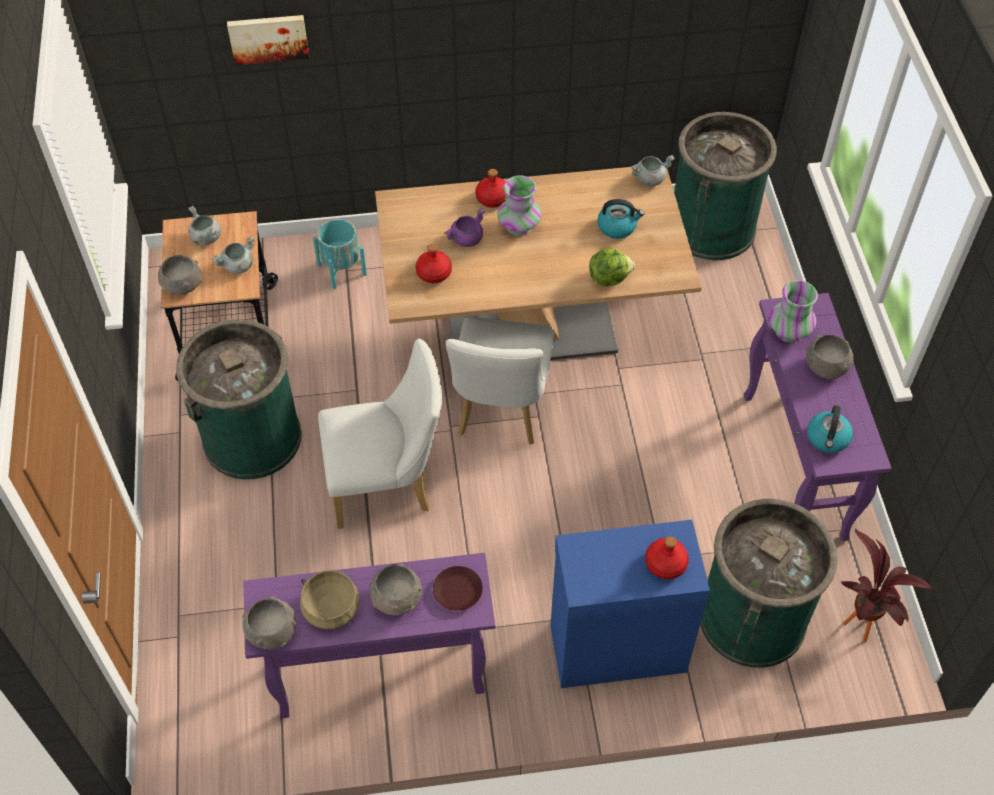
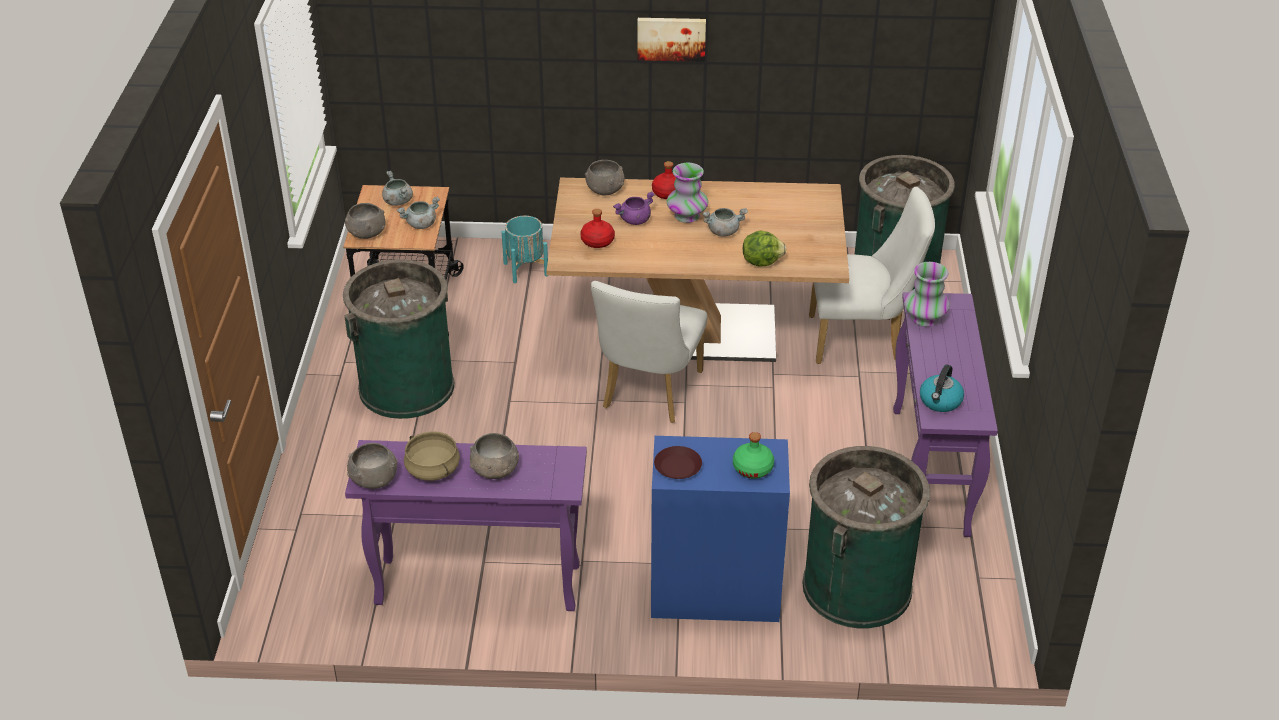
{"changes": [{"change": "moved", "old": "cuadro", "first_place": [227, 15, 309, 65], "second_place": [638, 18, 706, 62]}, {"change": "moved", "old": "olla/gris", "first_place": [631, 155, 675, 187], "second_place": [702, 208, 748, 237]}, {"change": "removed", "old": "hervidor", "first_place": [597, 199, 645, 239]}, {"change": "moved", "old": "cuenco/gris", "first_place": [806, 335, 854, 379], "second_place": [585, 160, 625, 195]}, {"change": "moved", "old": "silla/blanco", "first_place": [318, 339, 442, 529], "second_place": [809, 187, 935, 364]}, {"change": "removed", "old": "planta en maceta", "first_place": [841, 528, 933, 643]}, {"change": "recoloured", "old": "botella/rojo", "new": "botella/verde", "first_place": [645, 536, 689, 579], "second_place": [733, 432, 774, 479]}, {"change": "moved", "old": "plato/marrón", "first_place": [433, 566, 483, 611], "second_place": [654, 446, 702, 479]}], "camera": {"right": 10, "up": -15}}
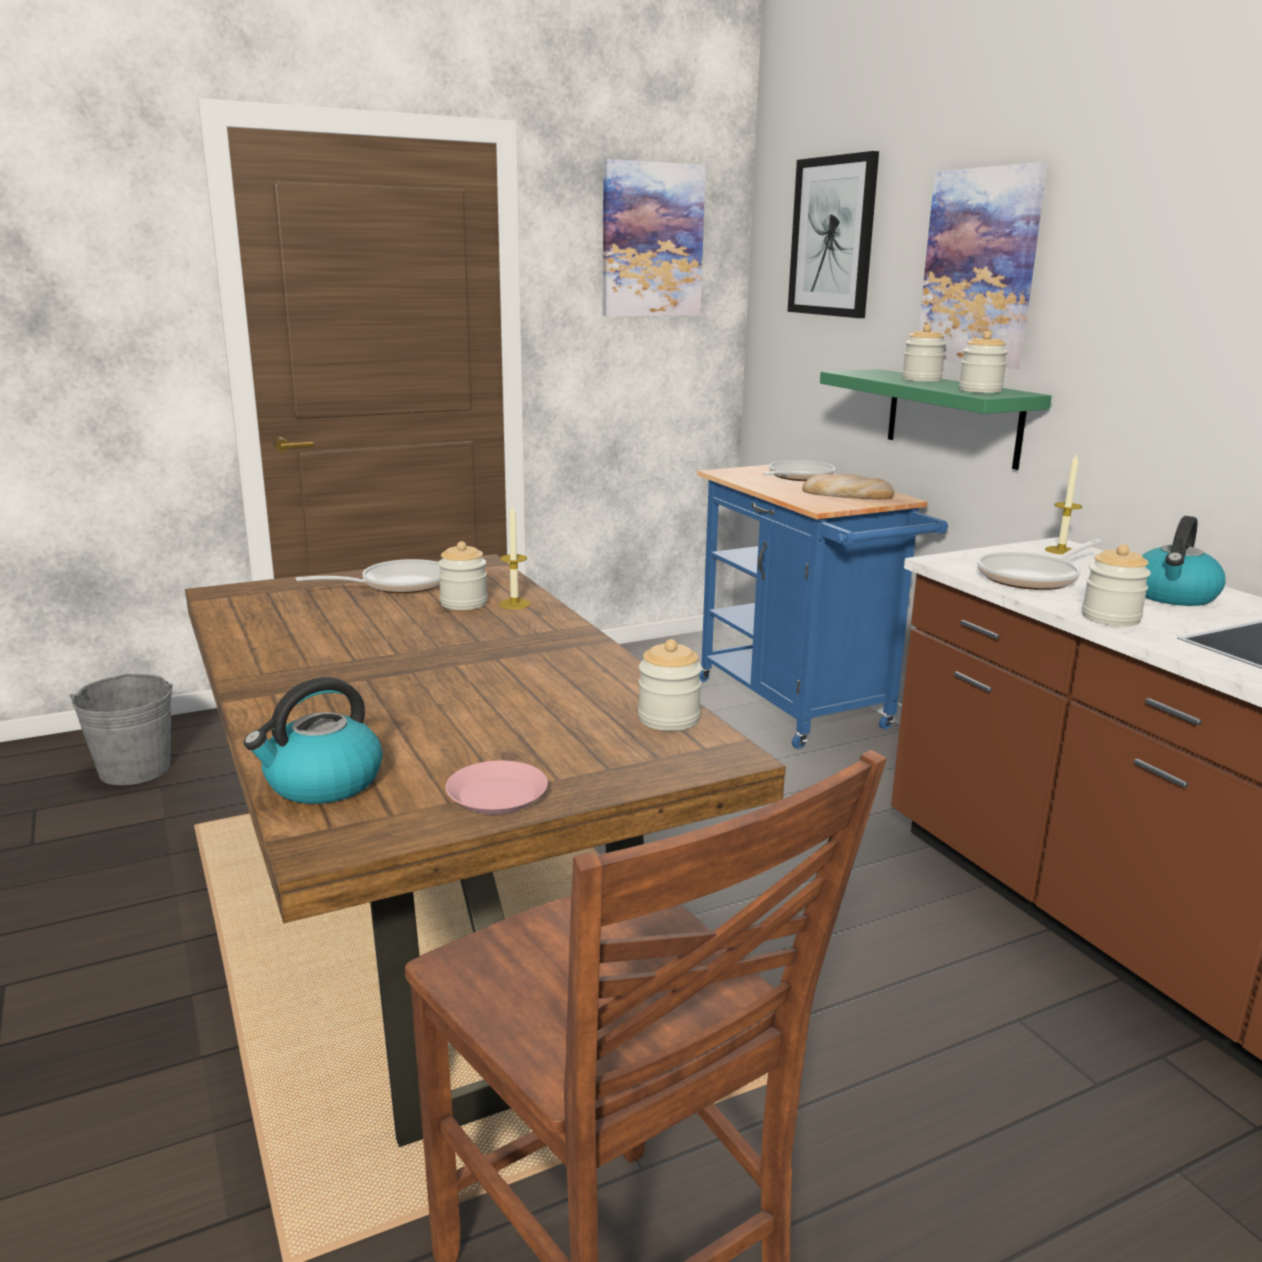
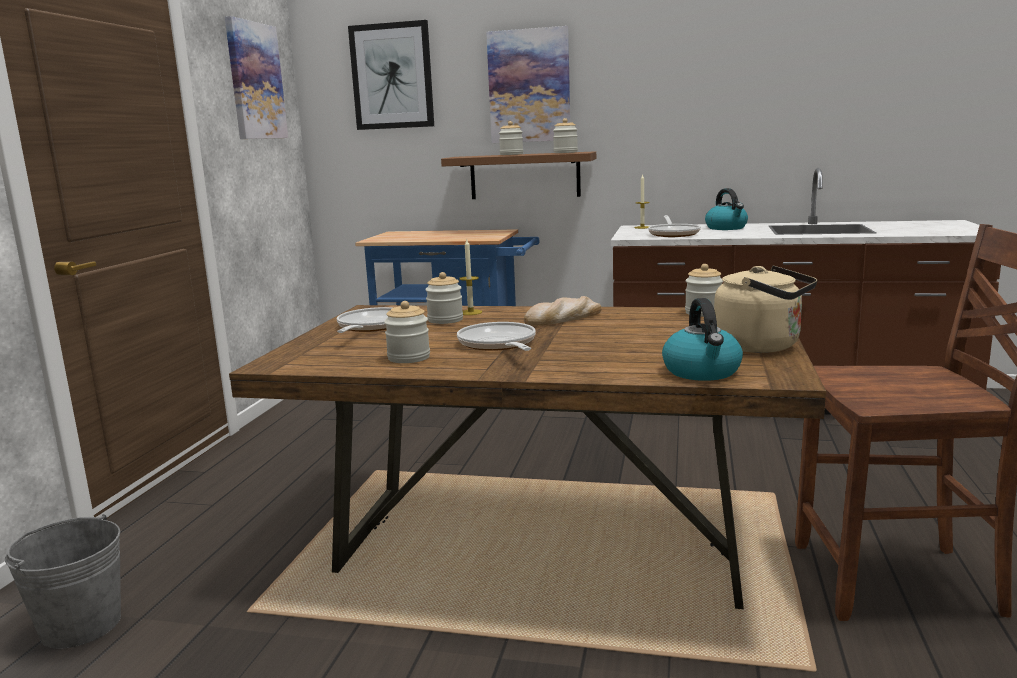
{"changes": [{"change": "recoloured", "old": "estante/verde", "new": "estante/marrón", "first_place": [820, 369, 1052, 470], "second_place": [441, 151, 596, 199]}, {"change": "moved", "old": "sartén", "first_place": [763, 460, 835, 481], "second_place": [457, 322, 536, 351]}, {"change": "moved", "old": "pan", "first_place": [802, 474, 894, 500], "second_place": [524, 296, 602, 326]}, {"change": "moved", "old": "tarro", "first_place": [1082, 544, 1151, 626], "second_place": [384, 301, 430, 363]}, {"change": "replaced", "old": "plato/rosa", "new": "hervidor/beis", "first_place": [446, 761, 548, 814], "second_place": [714, 266, 817, 353]}], "camera": {"right": -50, "up": -5}}
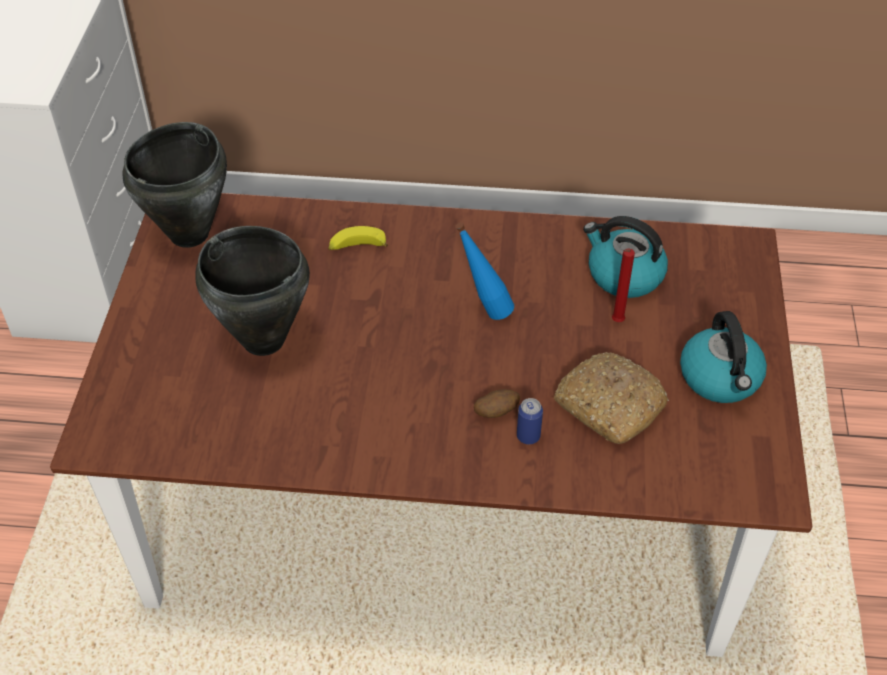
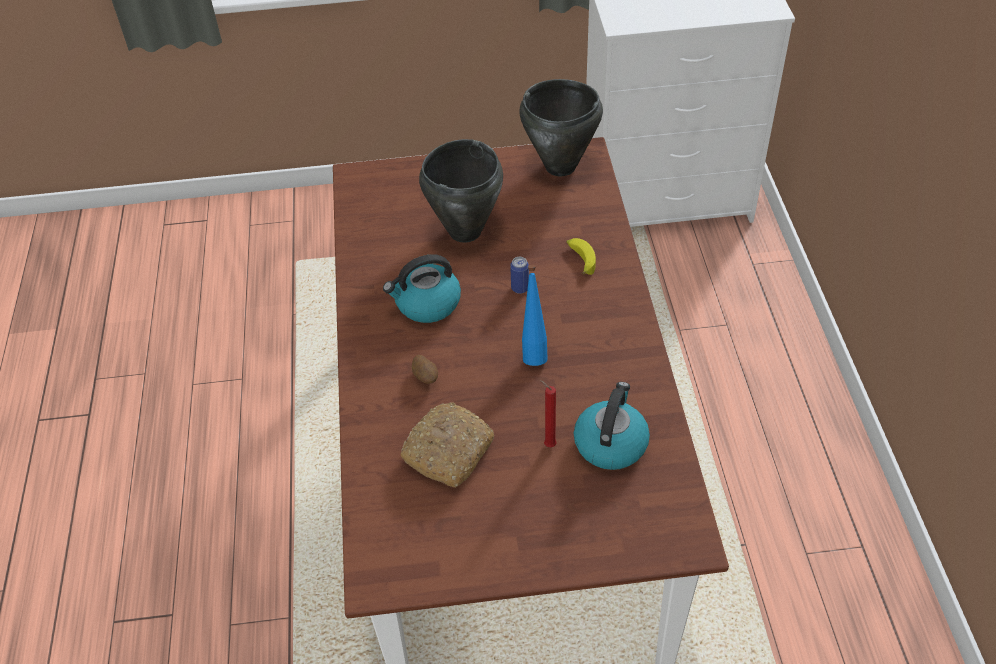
{"changes": [{"change": "moved", "old": "hervidor", "first_place": [680, 311, 767, 403], "second_place": [383, 254, 461, 323]}, {"change": "moved", "old": "lata", "first_place": [517, 398, 543, 445], "second_place": [510, 257, 529, 294]}], "camera": {"right": 80, "up": 0}}
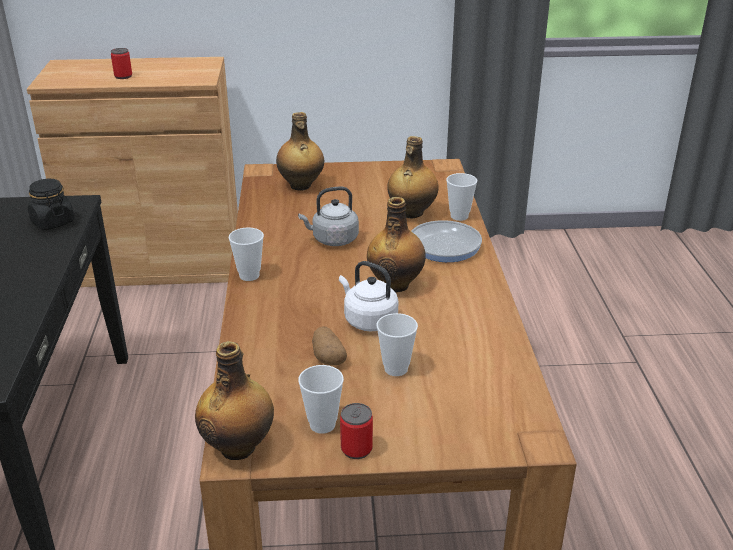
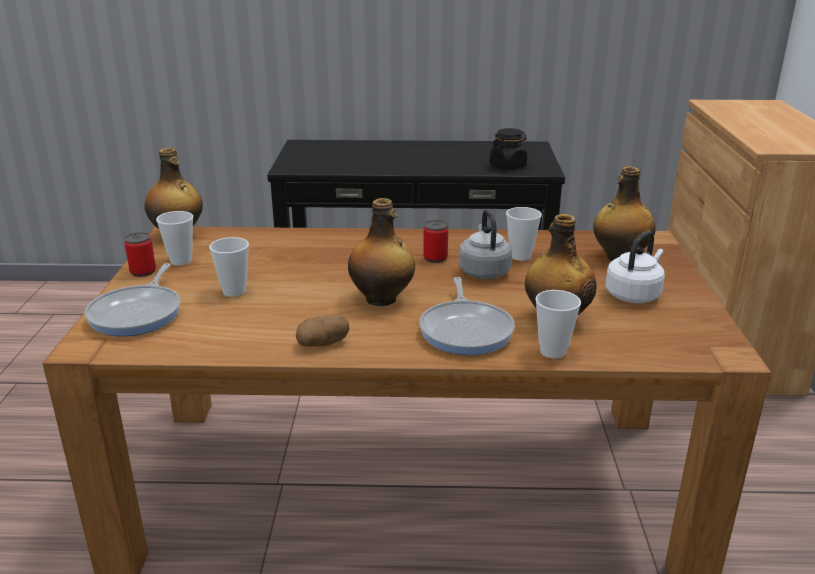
{"changes": [{"change": "moved", "old": "lata", "first_place": [111, 48, 132, 79], "second_place": [423, 220, 448, 263]}, {"change": "moved", "old": "taza", "first_place": [229, 227, 264, 281], "second_place": [506, 207, 542, 261]}, {"change": "moved", "old": "hervidor/blanco", "first_place": [339, 261, 398, 331], "second_place": [605, 231, 665, 303]}, {"change": "moved", "old": "patata", "first_place": [312, 326, 347, 365], "second_place": [296, 314, 350, 346]}, {"change": "added", "new": "sartén", "second_place": [85, 263, 181, 336]}], "camera": {"right": 95, "up": -5}}
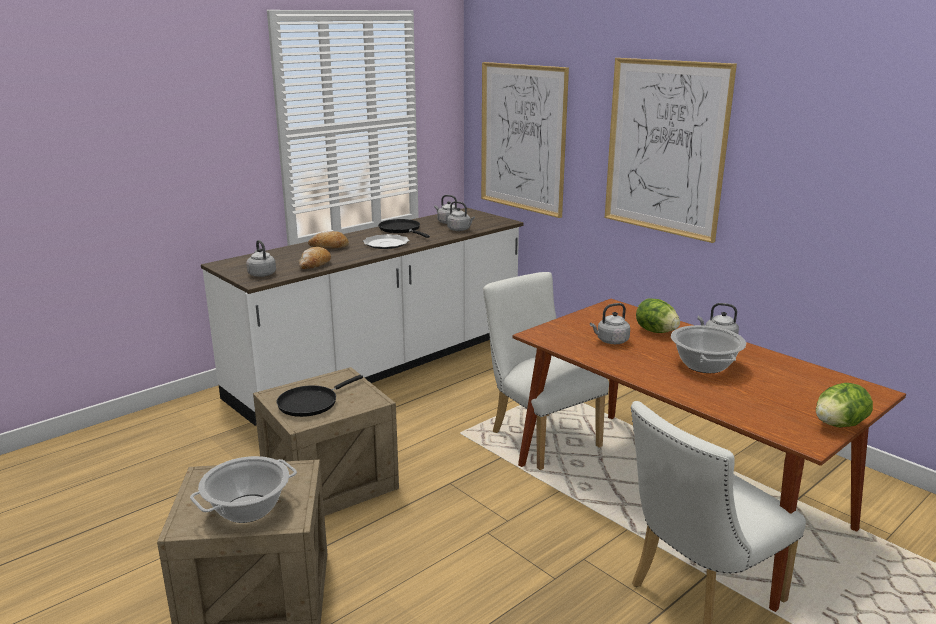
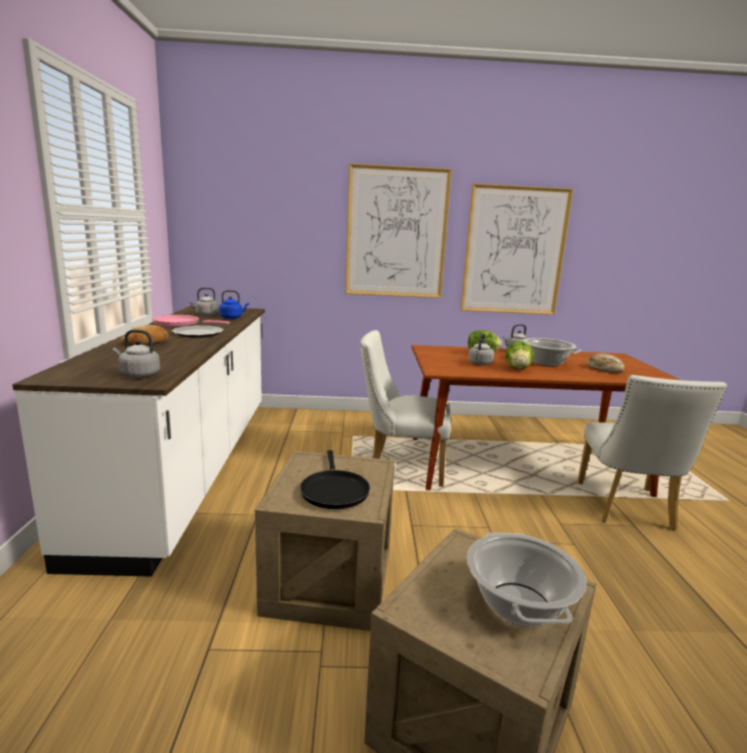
{"changes": [{"change": "moved", "old": "cuadro", "first_place": [481, 62, 569, 218], "second_place": [460, 184, 573, 315]}, {"change": "recoloured", "old": "hervidor/gris", "new": "hervidor/azul", "first_place": [447, 201, 475, 231], "second_place": [219, 290, 249, 319]}, {"change": "recoloured", "old": "sartén/negro", "new": "sartén/rosa", "first_place": [378, 219, 430, 238], "second_place": [152, 315, 230, 327]}, {"change": "moved", "old": "pan", "first_place": [299, 247, 331, 269], "second_place": [586, 353, 625, 373]}, {"change": "moved", "old": "lechuga", "first_place": [816, 383, 873, 427], "second_place": [505, 341, 534, 369]}], "camera": {"right": -50, "up": -5}}
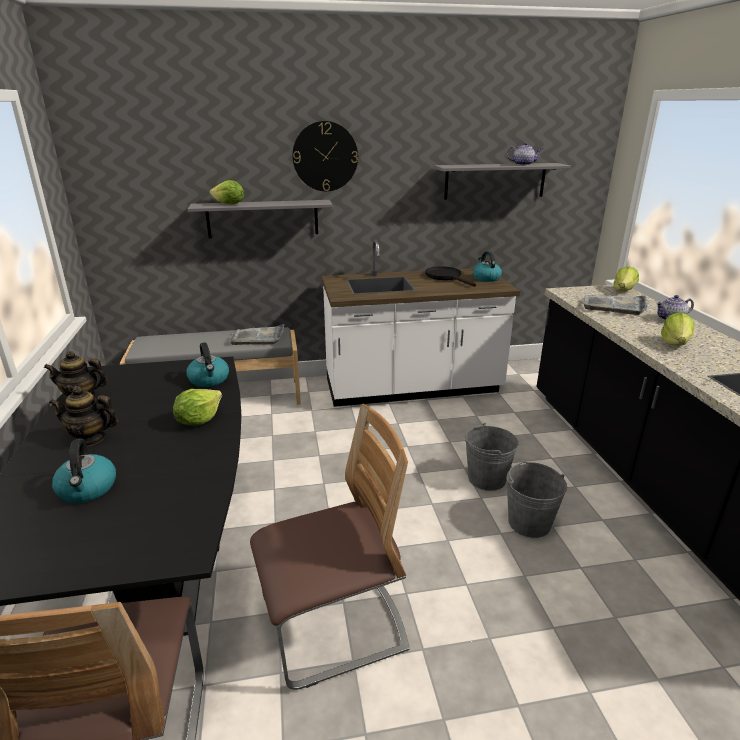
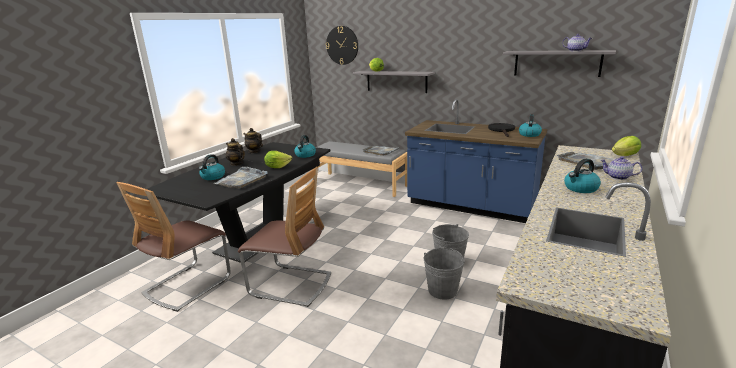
{"changes": [{"change": "moved", "old": "reloj de pared", "first_place": [292, 121, 358, 191], "second_place": [326, 26, 358, 65]}, {"change": "recoloured", "old": "mueble bajo de cocina/blanco", "new": "mueble bajo de cocina/azul", "first_place": [322, 240, 520, 407], "second_place": [405, 99, 547, 223]}, {"change": "replaced", "old": "lechuga", "new": "hervidor", "first_place": [661, 313, 694, 346], "second_place": [564, 159, 601, 193]}, {"change": "added", "new": "bandeja/gris", "second_place": [214, 167, 268, 189]}], "camera": {"right": 40, "up": -5}}
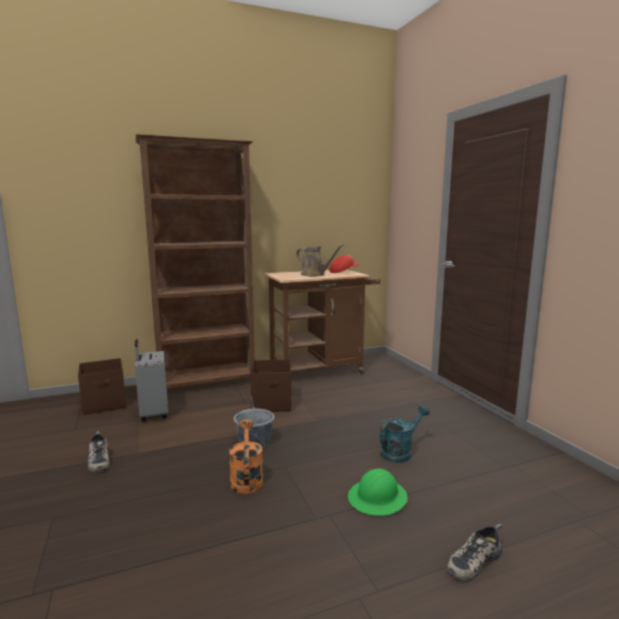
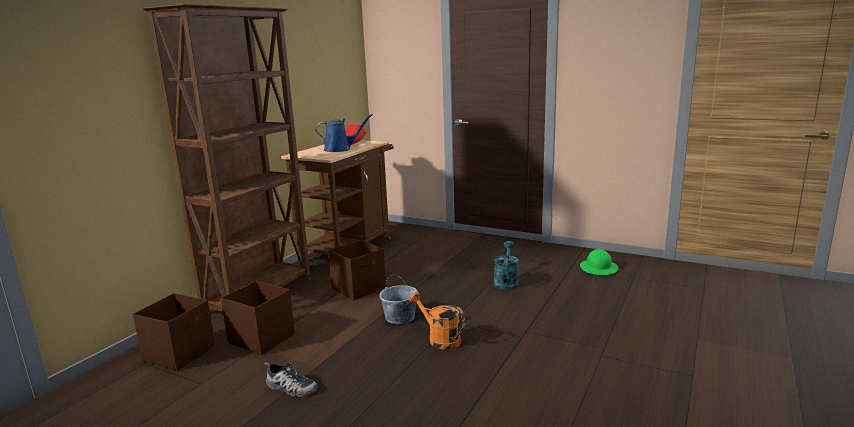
{"changes": [{"change": "recoloured", "old": "regadera/marrón", "new": "regadera/azul", "first_place": [296, 244, 344, 277], "second_place": [315, 114, 373, 152]}, {"change": "replaced", "old": "maleta/gris", "new": "caja de almacenaje/marrón", "first_place": [135, 339, 168, 422], "second_place": [221, 281, 295, 355]}, {"change": "moved", "old": "casco/verde", "first_place": [348, 469, 407, 516], "second_place": [580, 249, 618, 275]}, {"change": "removed", "old": "zapato", "first_place": [447, 524, 503, 582]}], "camera": {"right": -40, "up": 5}}
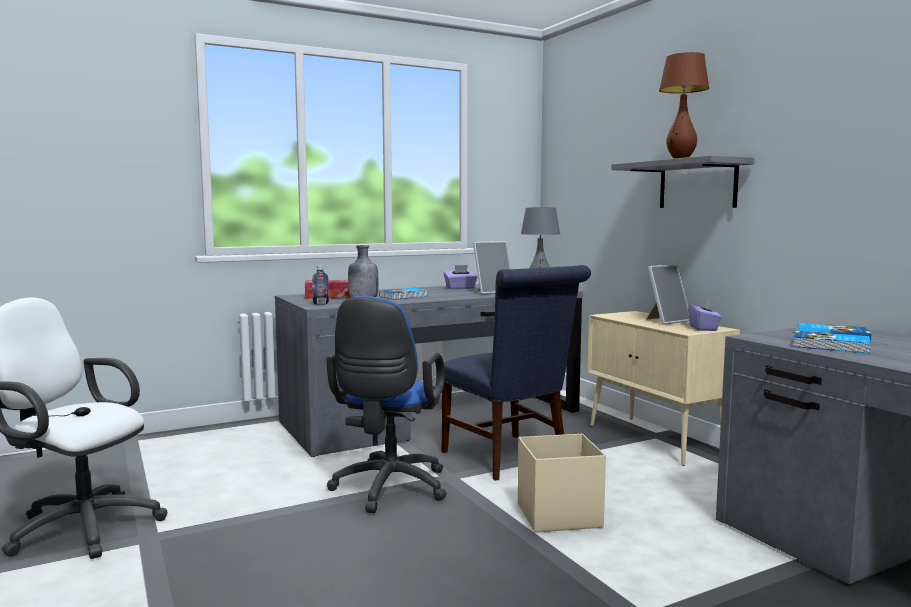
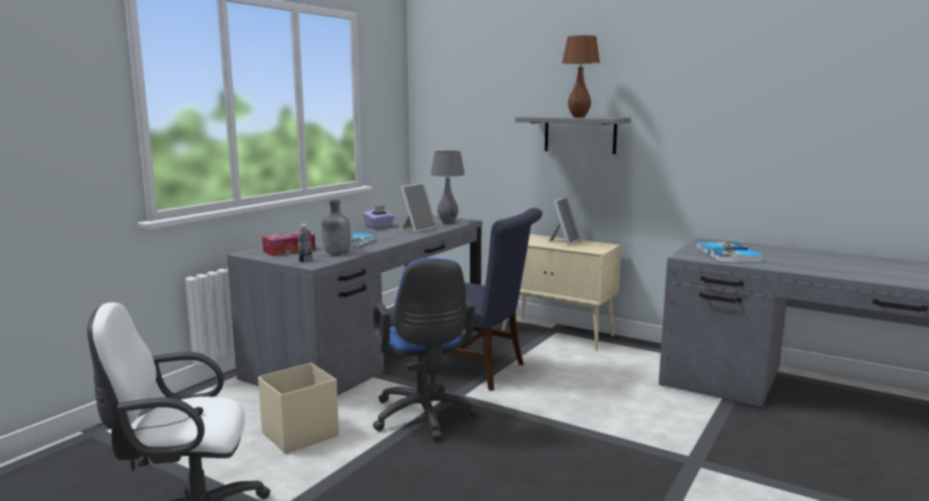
{"changes": [{"change": "removed", "old": "caja de pañuelos/morado", "first_place": [688, 299, 722, 331]}, {"change": "moved", "old": "caja de almacenaje/beis", "first_place": [518, 434, 606, 533], "second_place": [258, 363, 339, 454]}], "camera": {"right": -30, "up": 5}}
